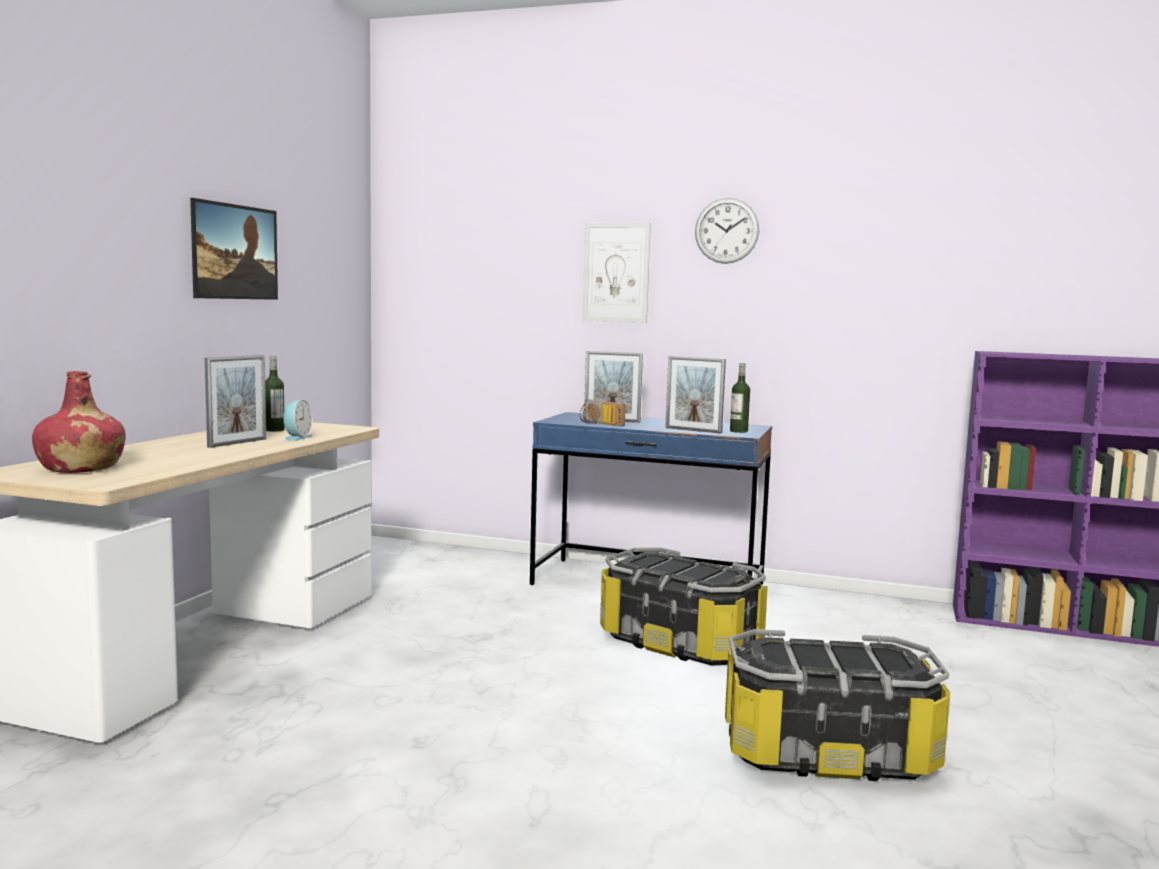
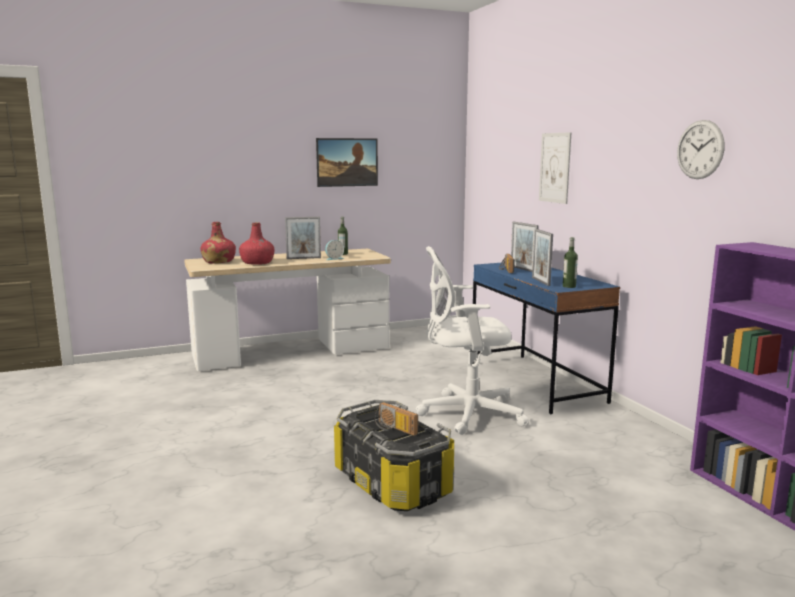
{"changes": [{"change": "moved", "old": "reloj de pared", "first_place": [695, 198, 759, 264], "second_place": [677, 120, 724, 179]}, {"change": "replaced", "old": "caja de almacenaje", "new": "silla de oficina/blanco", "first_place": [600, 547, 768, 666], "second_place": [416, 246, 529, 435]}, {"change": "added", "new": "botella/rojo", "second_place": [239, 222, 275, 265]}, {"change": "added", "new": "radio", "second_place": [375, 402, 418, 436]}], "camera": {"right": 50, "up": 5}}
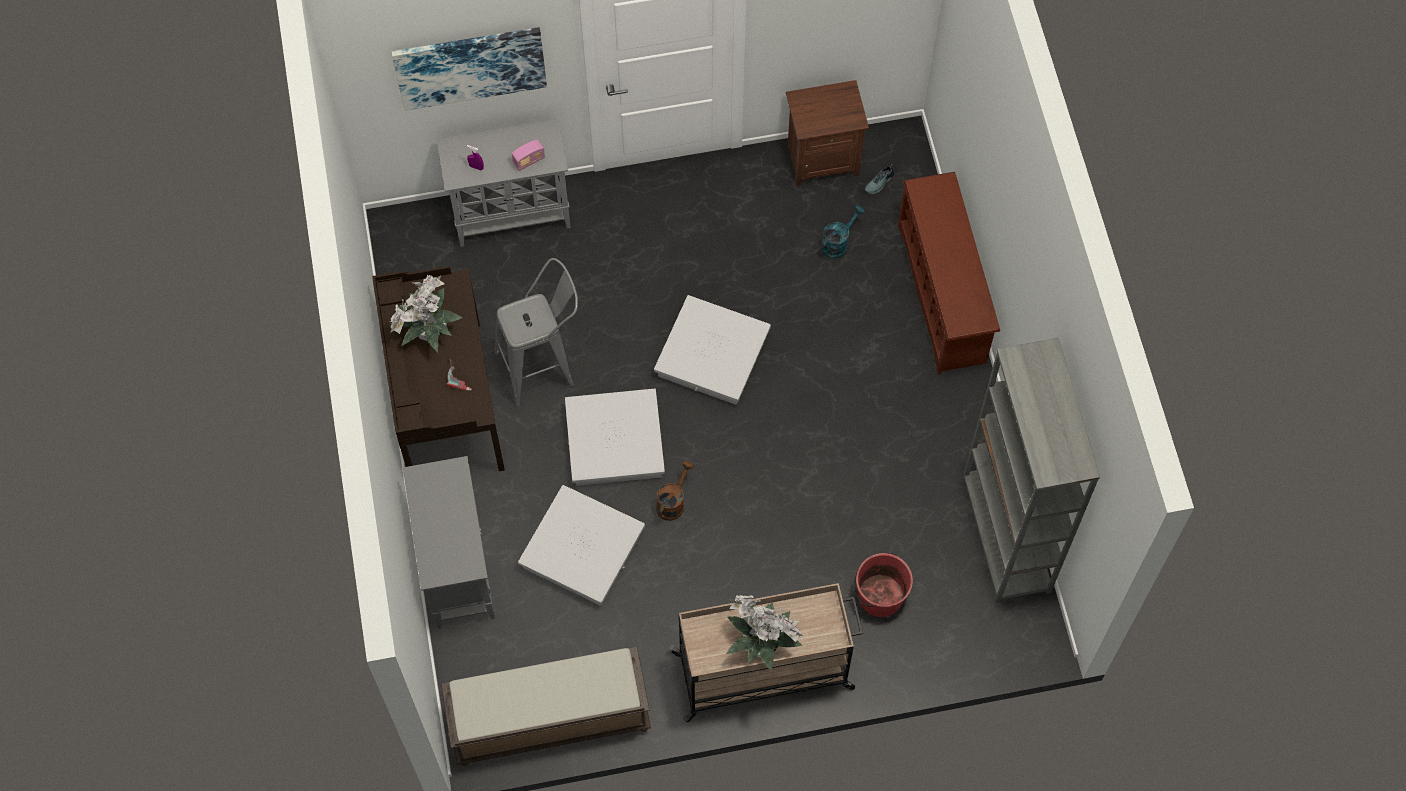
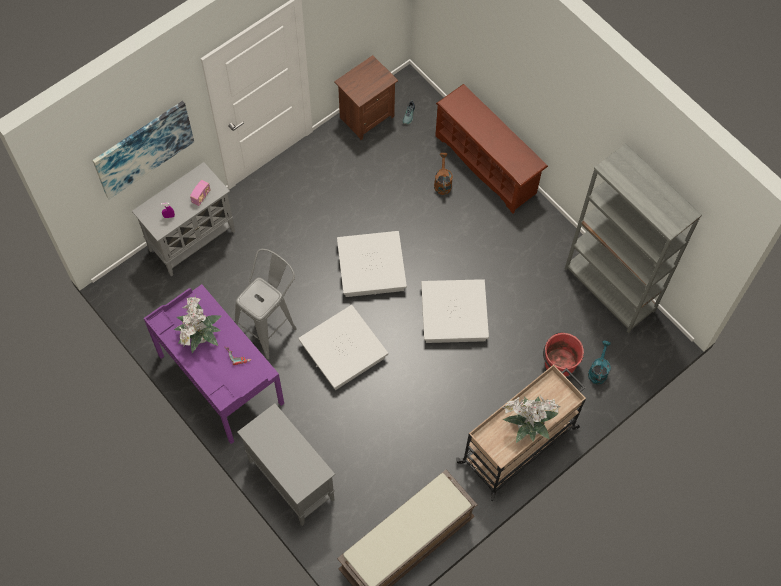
{"changes": [{"change": "moved", "old": "regadera/turquesa", "first_place": [821, 205, 865, 259], "second_place": [588, 341, 611, 384]}, {"change": "recoloured", "old": "escritorio/marrón", "new": "escritorio/morado", "first_place": [372, 266, 505, 471], "second_place": [144, 284, 284, 444]}, {"change": "moved", "old": "regadera/marrón", "first_place": [656, 461, 694, 521], "second_place": [434, 153, 453, 195]}, {"change": "moved", "old": "caja de almacenaje/blanco", "first_place": [518, 485, 645, 606], "second_place": [421, 279, 489, 343]}], "camera": {"right": -30, "up": 0}}
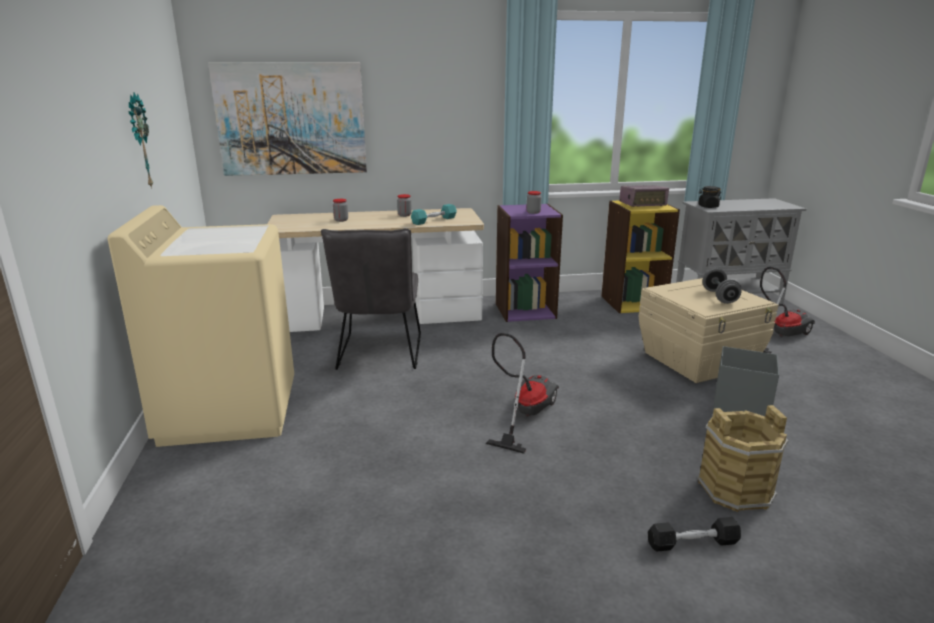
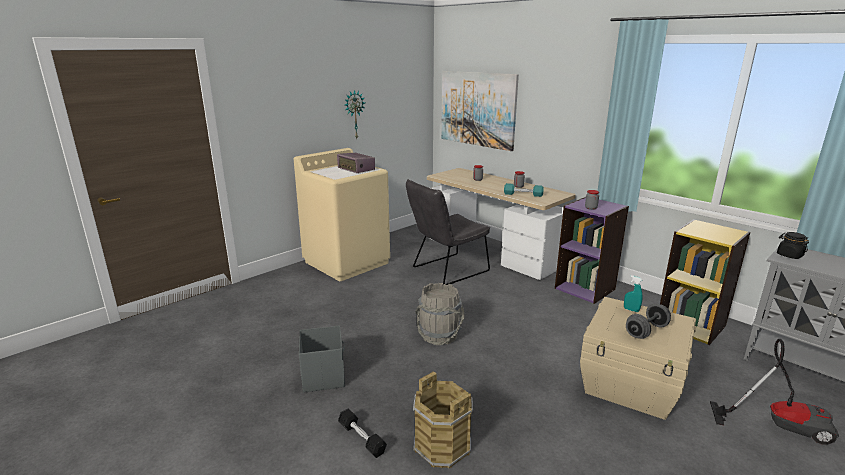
{"changes": [{"change": "moved", "old": "radio", "first_place": [619, 185, 669, 207], "second_place": [337, 153, 375, 173]}, {"change": "replaced", "old": "aspiradora", "new": "cubo/gris", "first_place": [486, 333, 559, 454], "second_place": [415, 283, 465, 345]}, {"change": "moved", "old": "caja de almacenaje/gris", "first_place": [713, 346, 779, 416], "second_place": [299, 325, 345, 393]}, {"change": "added", "new": "pulverizador/turquesa", "second_place": [624, 275, 643, 312]}], "camera": {"right": 55, "up": 0}}
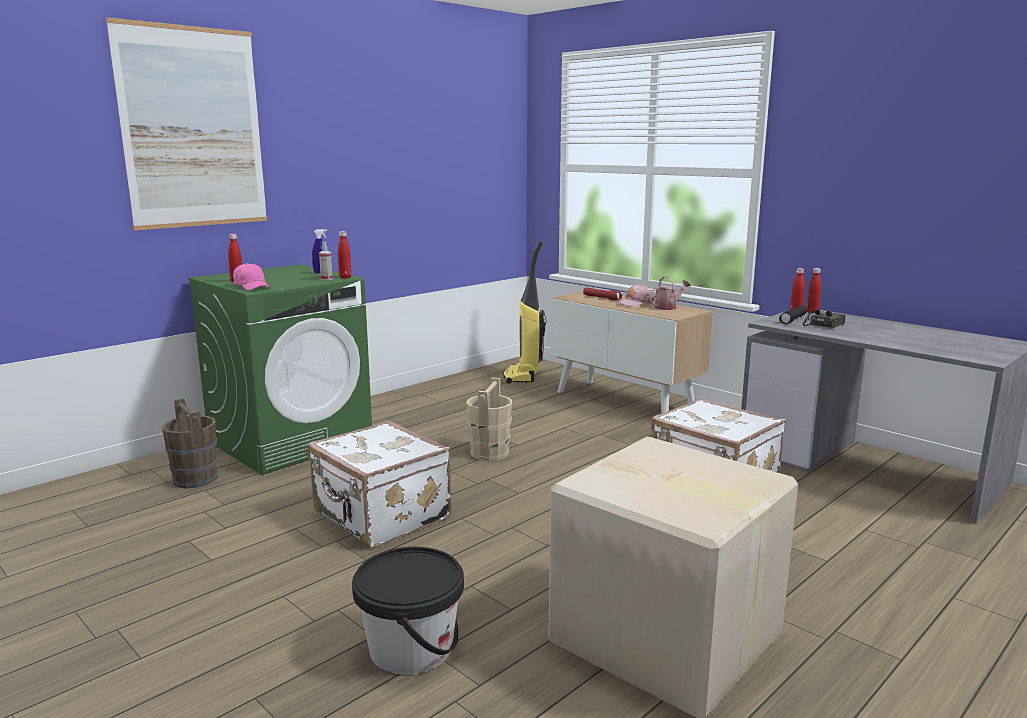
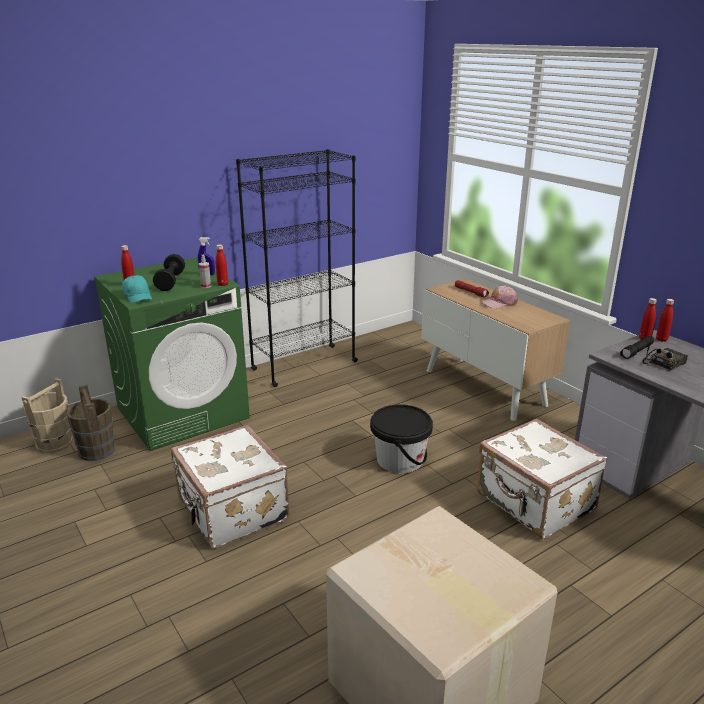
{"changes": [{"change": "removed", "old": "cuadro", "first_place": [106, 17, 267, 230]}, {"change": "removed", "old": "aspiradora", "first_place": [503, 241, 547, 384]}, {"change": "recoloured", "old": "gorra/rosa", "new": "gorra/turquesa", "first_place": [233, 263, 270, 291], "second_place": [122, 275, 152, 303]}, {"change": "removed", "old": "regadera", "first_place": [649, 276, 691, 310]}, {"change": "moved", "old": "cubo/beis", "first_place": [466, 377, 512, 461], "second_place": [21, 378, 73, 453]}, {"change": "moved", "old": "cubo/negro", "first_place": [352, 547, 464, 674], "second_place": [370, 404, 433, 473]}, {"change": "added", "new": "estantería/negro", "second_place": [236, 149, 358, 387]}, {"change": "added", "new": "mancuerna/negro", "second_place": [153, 254, 185, 291]}], "camera": {"right": 10, "up": 10}}
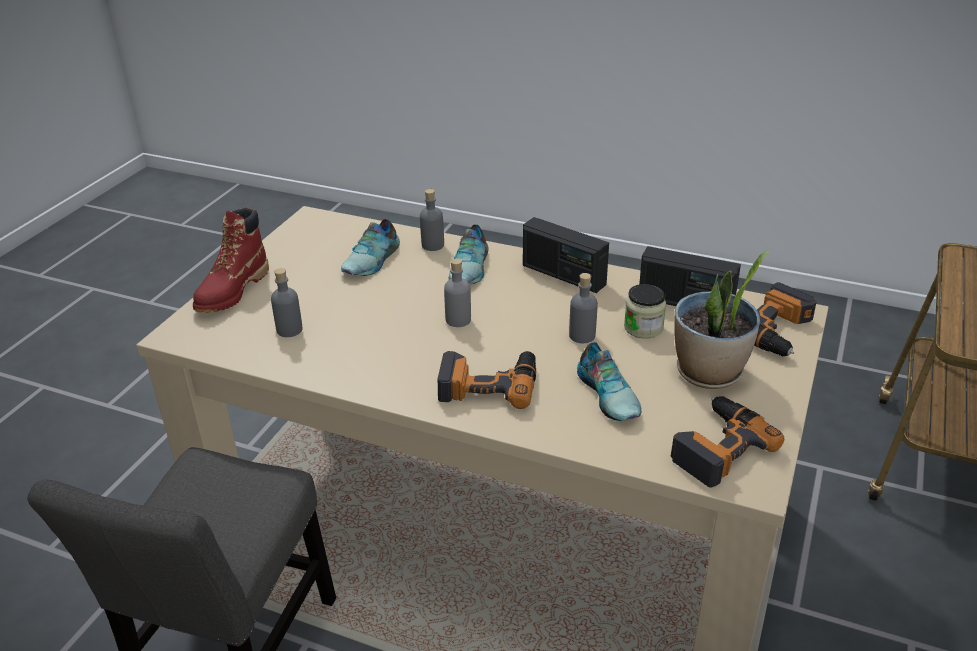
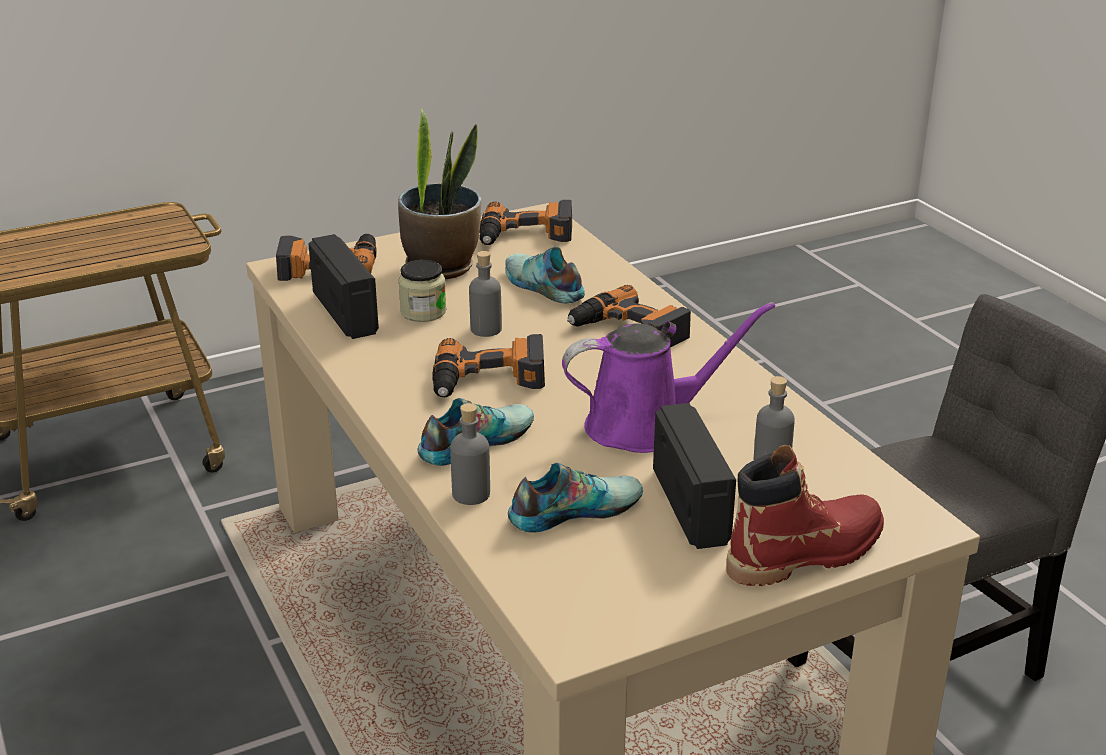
{"changes": [{"change": "moved", "old": "radio", "first_place": [523, 217, 609, 293], "second_place": [653, 403, 736, 549]}, {"change": "removed", "old": "botella/gris", "first_place": [444, 258, 471, 327]}, {"change": "turned", "old": "zapato", "first_place": [577, 342, 642, 421], "second_place": [505, 246, 585, 304], "degrees": -60}, {"change": "added", "new": "regadera/morado", "second_place": [562, 302, 775, 453]}, {"change": "added", "new": "taladro", "second_place": [432, 334, 545, 397]}], "camera": {"right": -140, "up": -5}}
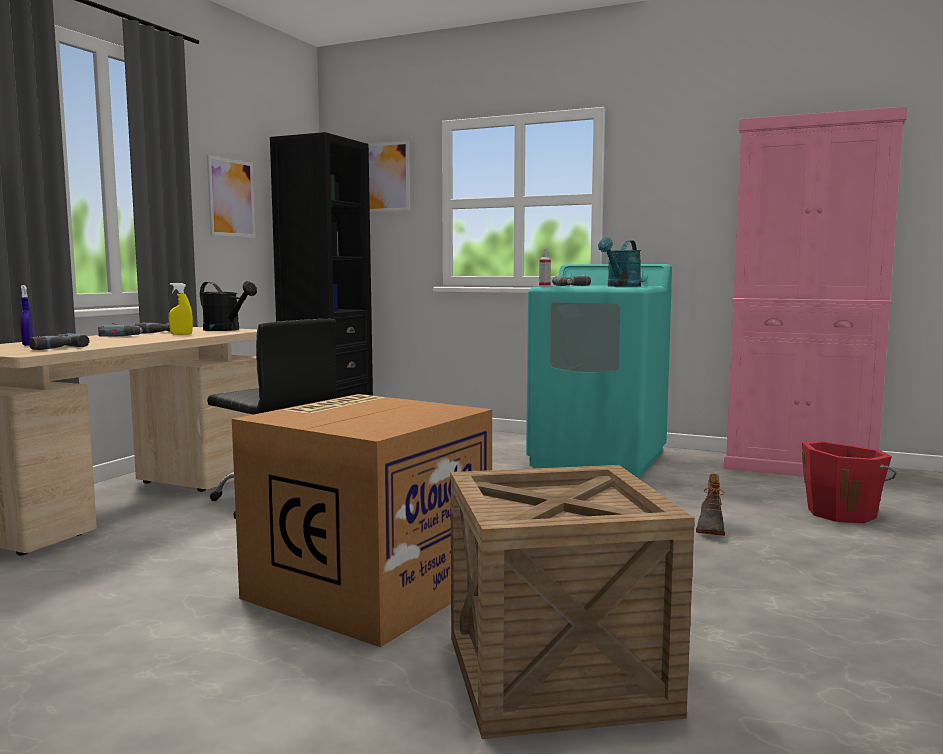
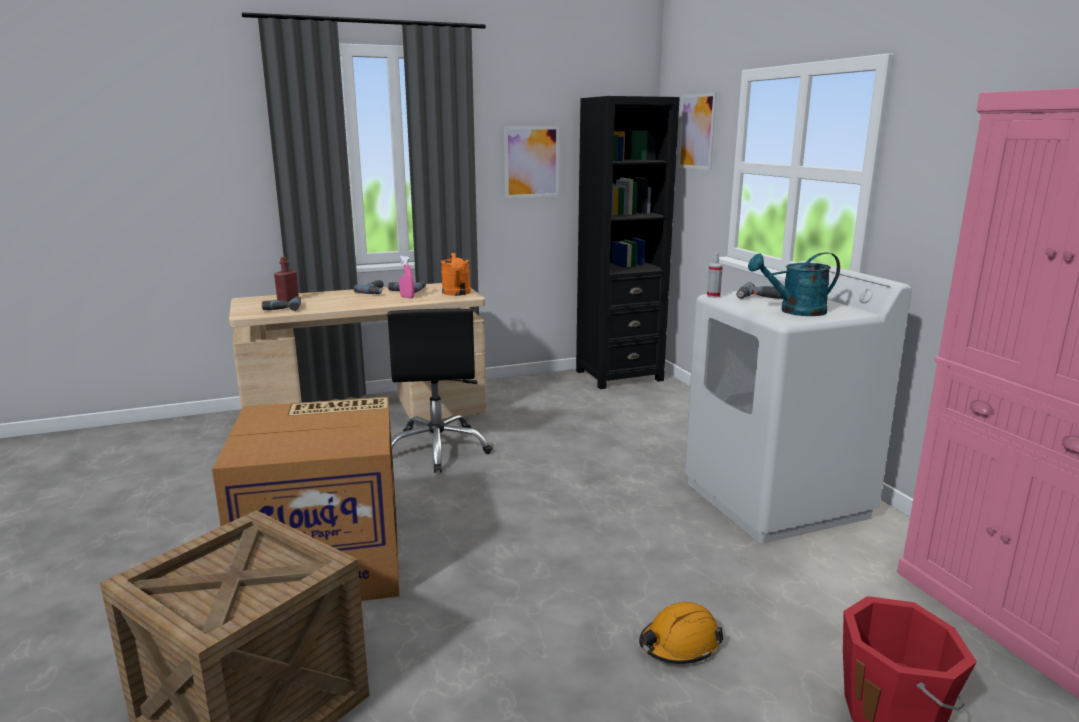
{"changes": [{"change": "recoloured", "old": "lavadora/turquesa", "new": "lavadora/blanco", "first_place": [526, 264, 672, 478], "second_place": [684, 261, 912, 543]}, {"change": "recoloured", "old": "regadera/negro", "new": "regadera/naranja", "first_place": [200, 281, 257, 331], "second_place": [441, 250, 471, 296]}, {"change": "recoloured", "old": "pulverizador/amarillo", "new": "pulverizador/rosa", "first_place": [168, 283, 193, 335], "second_place": [399, 256, 414, 298]}, {"change": "replaced", "old": "pulverizador/azul", "new": "botella/rojo", "first_place": [21, 285, 33, 346], "second_place": [274, 257, 299, 301]}, {"change": "replaced", "old": "bota", "new": "casco/naranja", "first_place": [696, 474, 725, 536], "second_place": [639, 602, 723, 664]}], "camera": {"right": 45, "up": 10}}
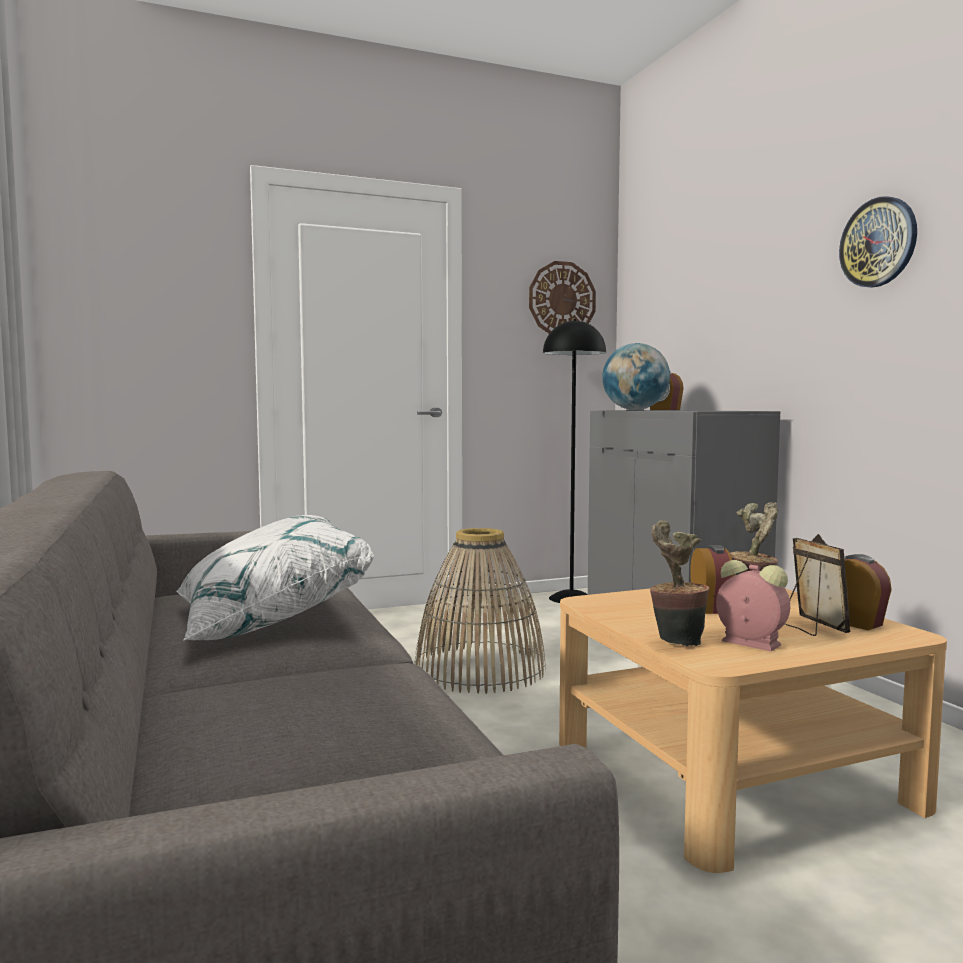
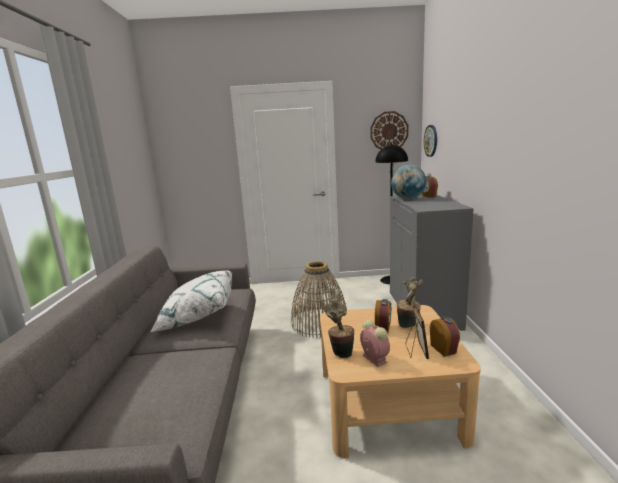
{"changes": [{"change": "moved", "old": "reloj de pared", "first_place": [839, 196, 917, 288], "second_place": [424, 125, 437, 157]}], "camera": {"right": 20, "up": 10}}
